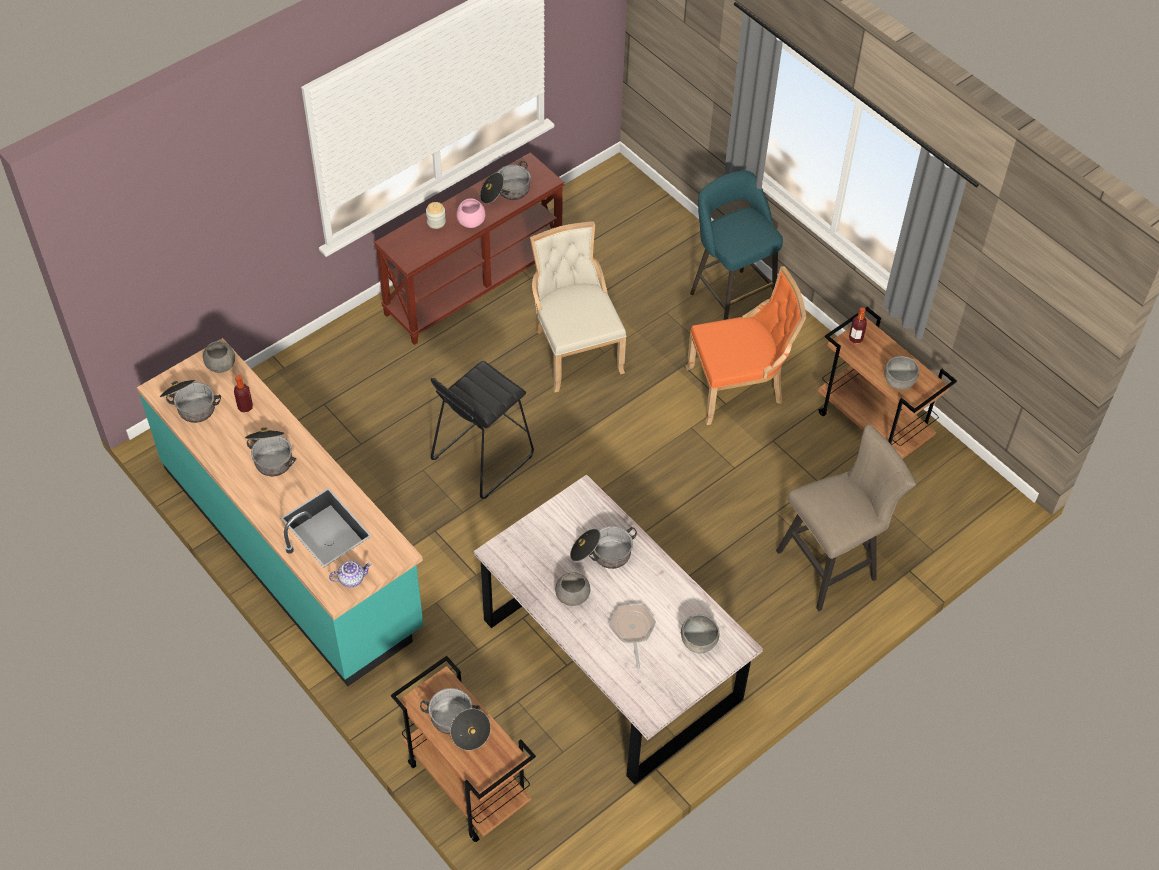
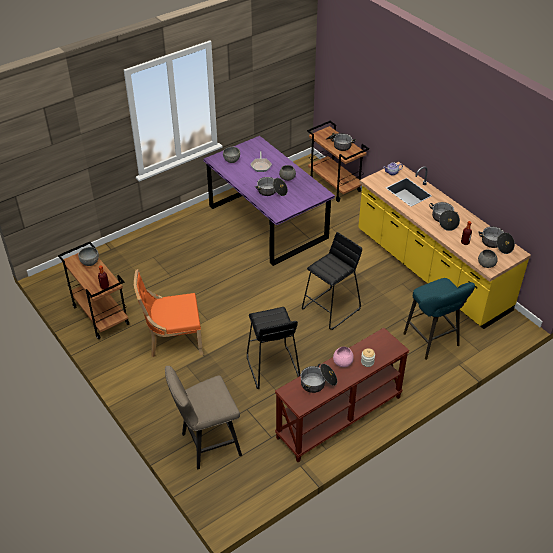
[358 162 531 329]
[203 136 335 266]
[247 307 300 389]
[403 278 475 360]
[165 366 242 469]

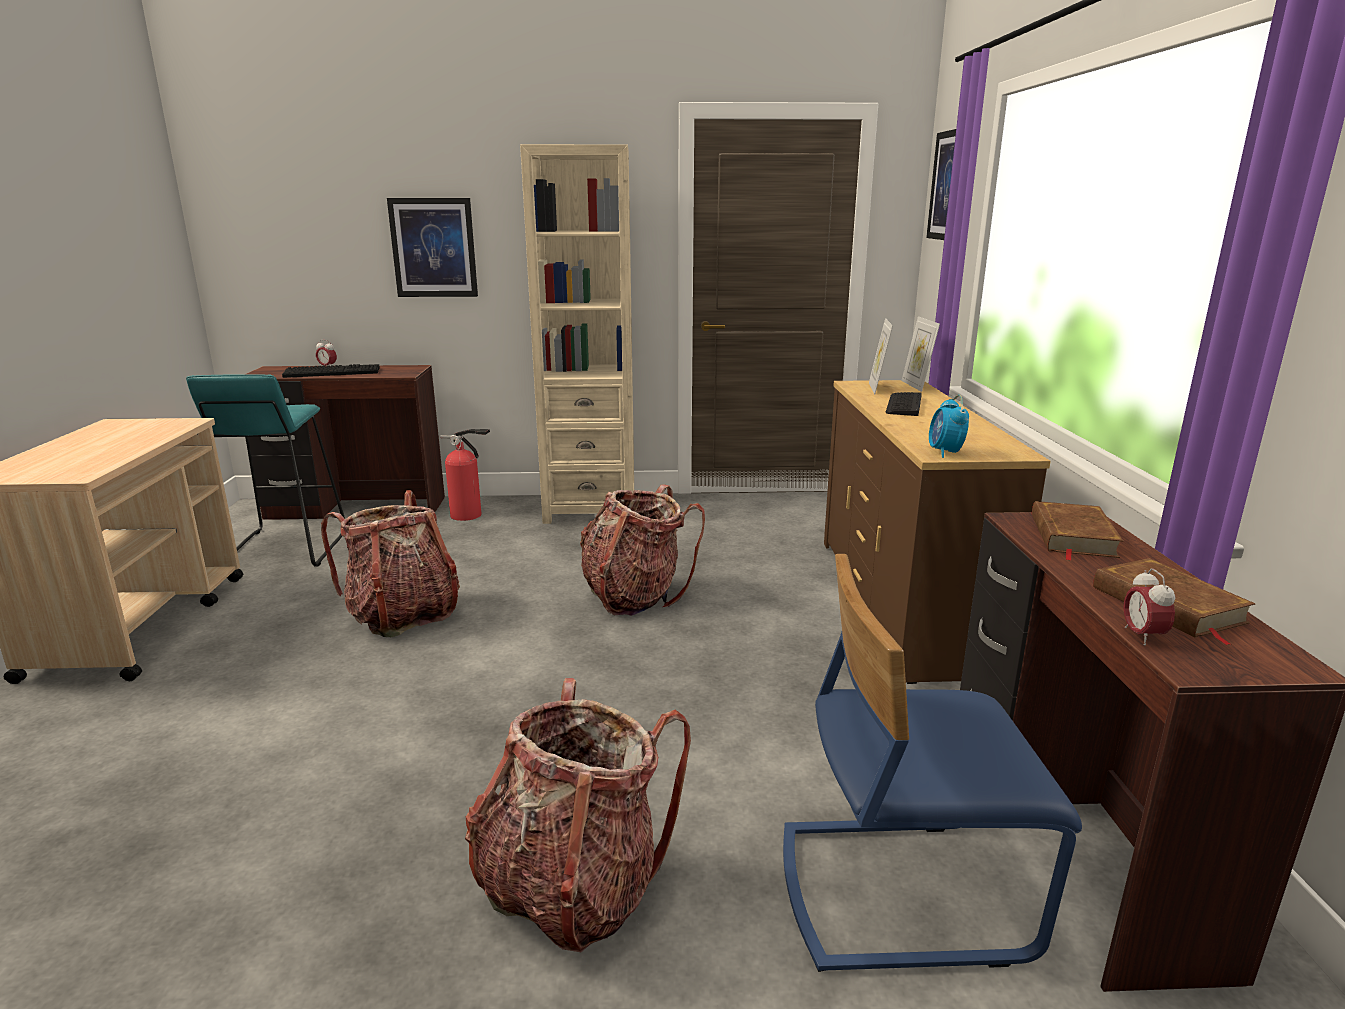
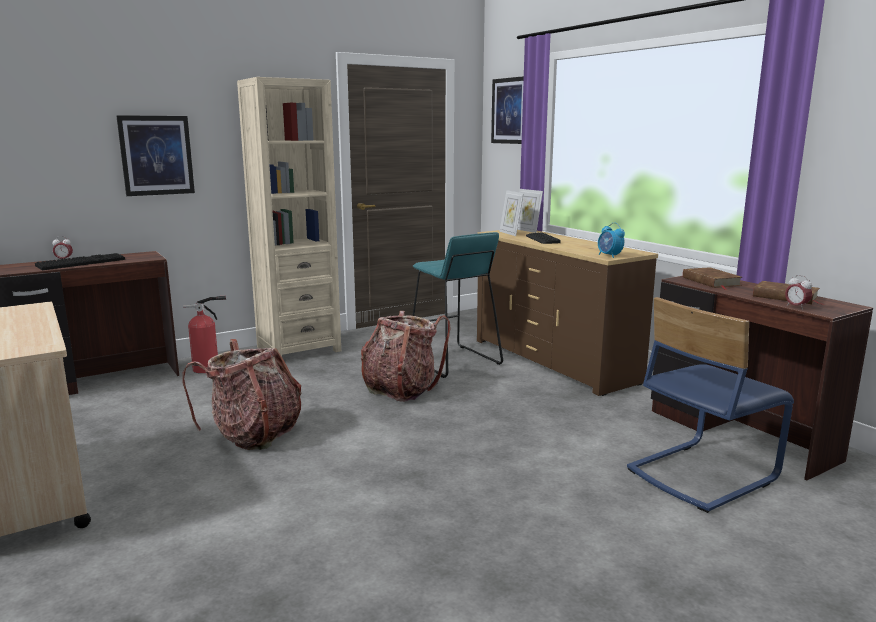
[412 232 503 378]
[465 678 691 952] (first image)

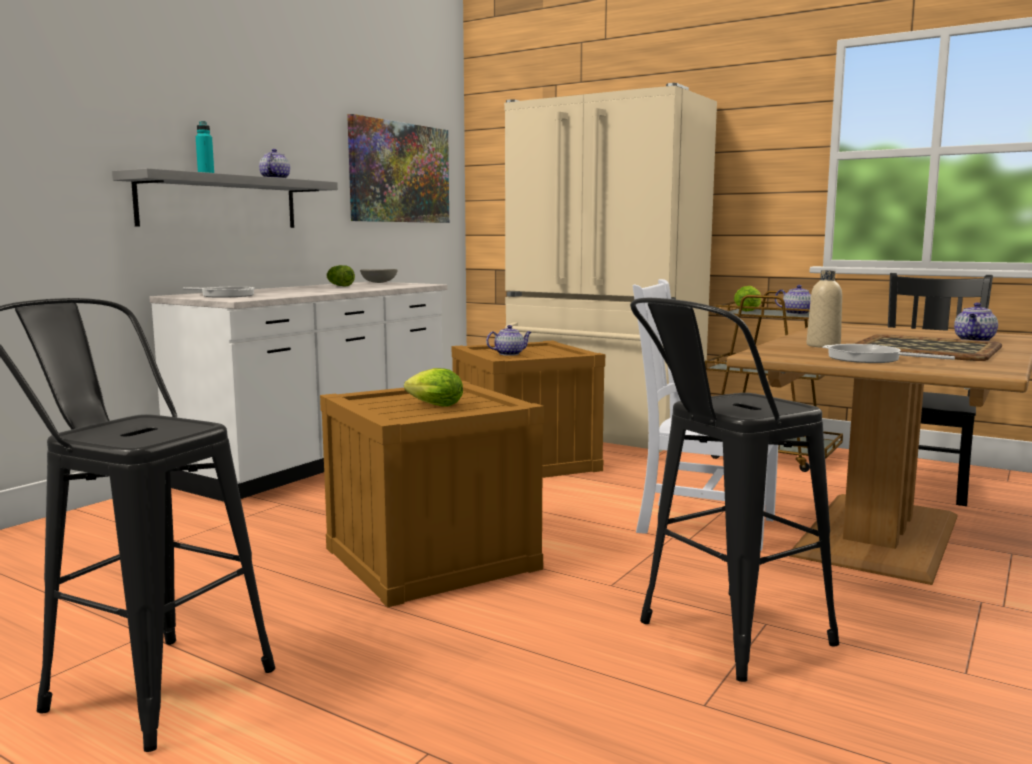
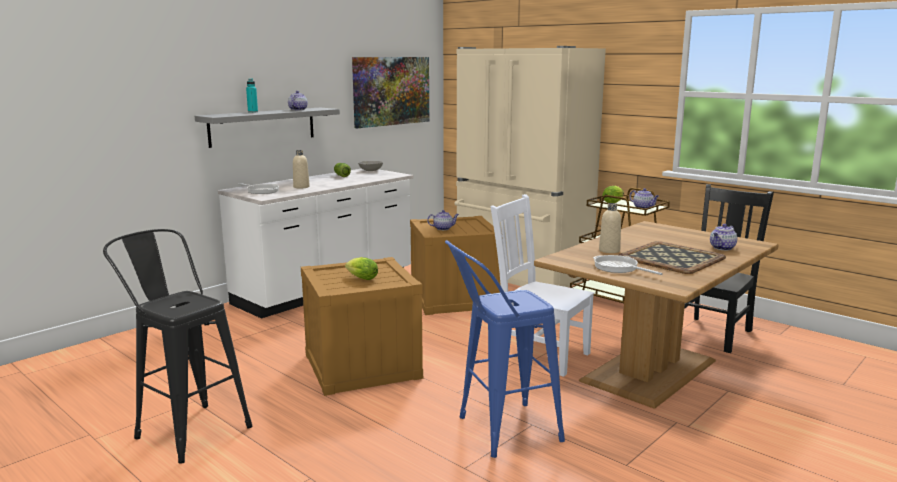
[445 240 565 458]
[293 150 310 189]

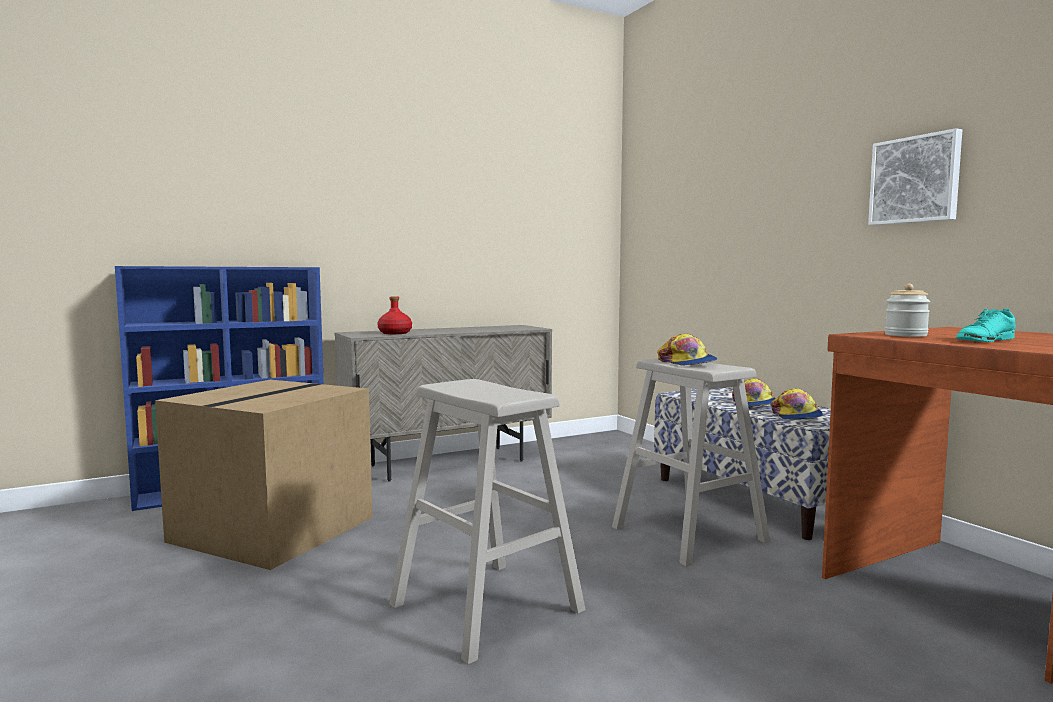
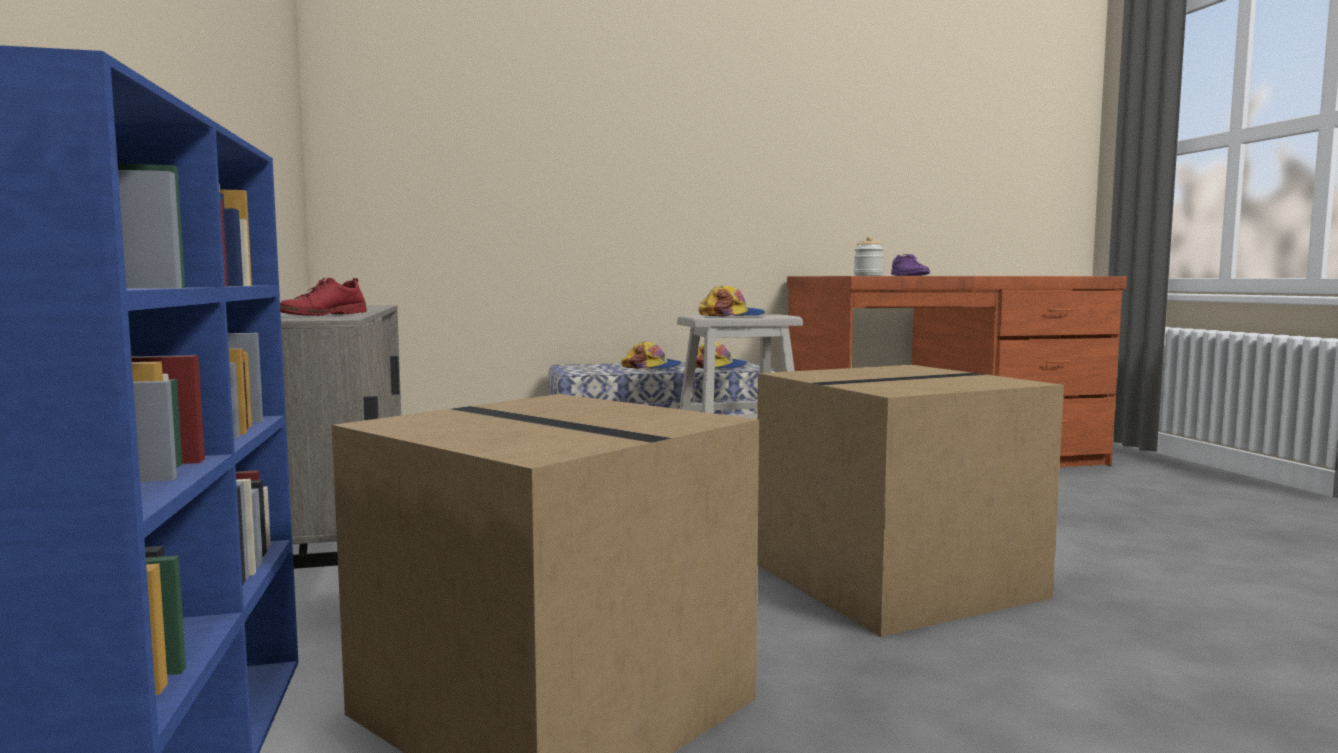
[280 278 367 316]
[757 365 1064 637]
[868 128 962 225] (first image)
[891 254 930 276]

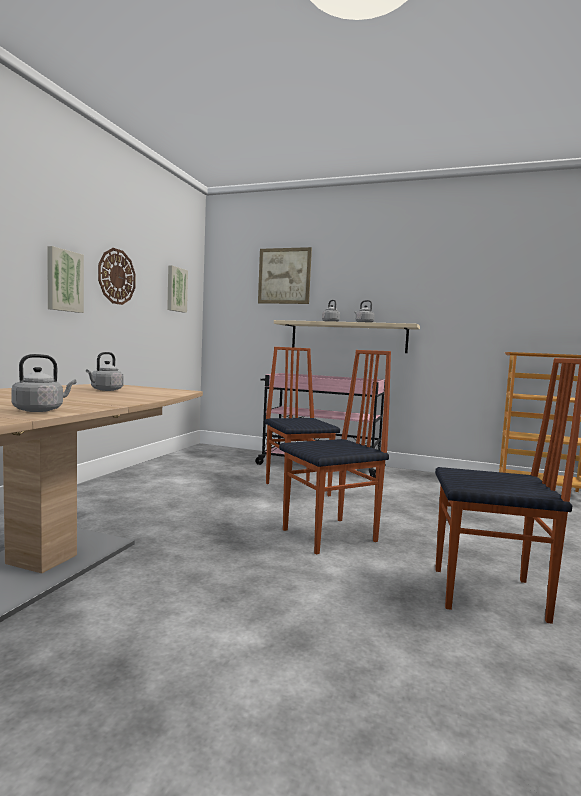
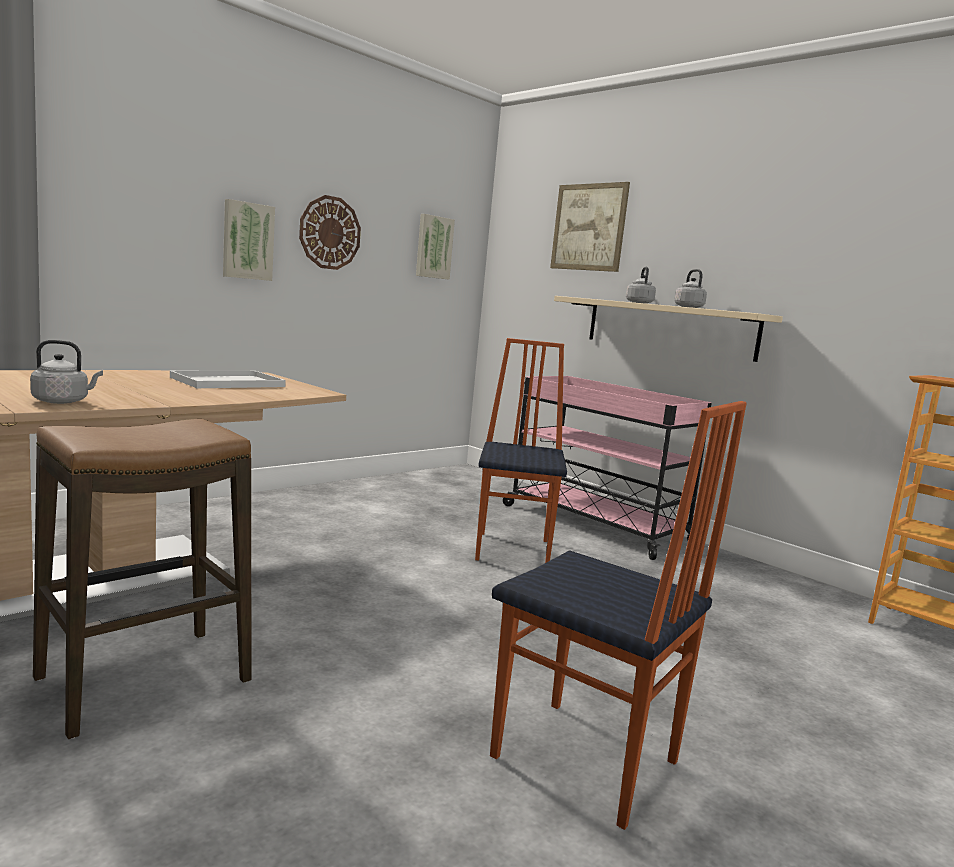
[170 371 286 388]
[279 350 391 554] (first image)
[33 419 251 739]

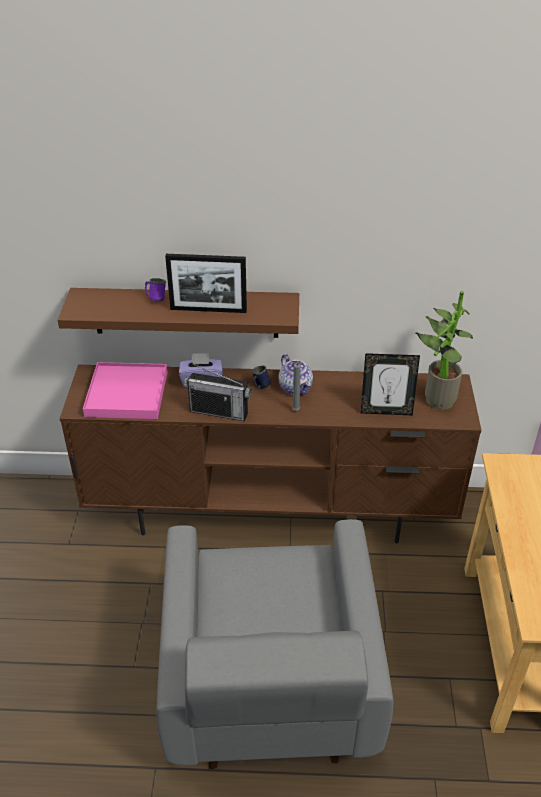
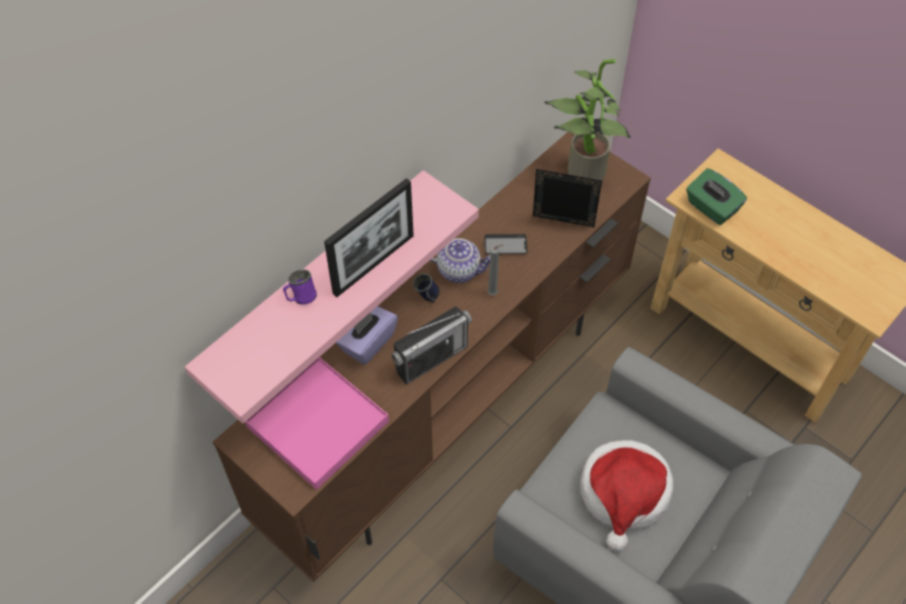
[185 170 479 424]
[533 169 602 227]
[484 234 528 254]
[580 440 673 552]
[686 168 747 225]

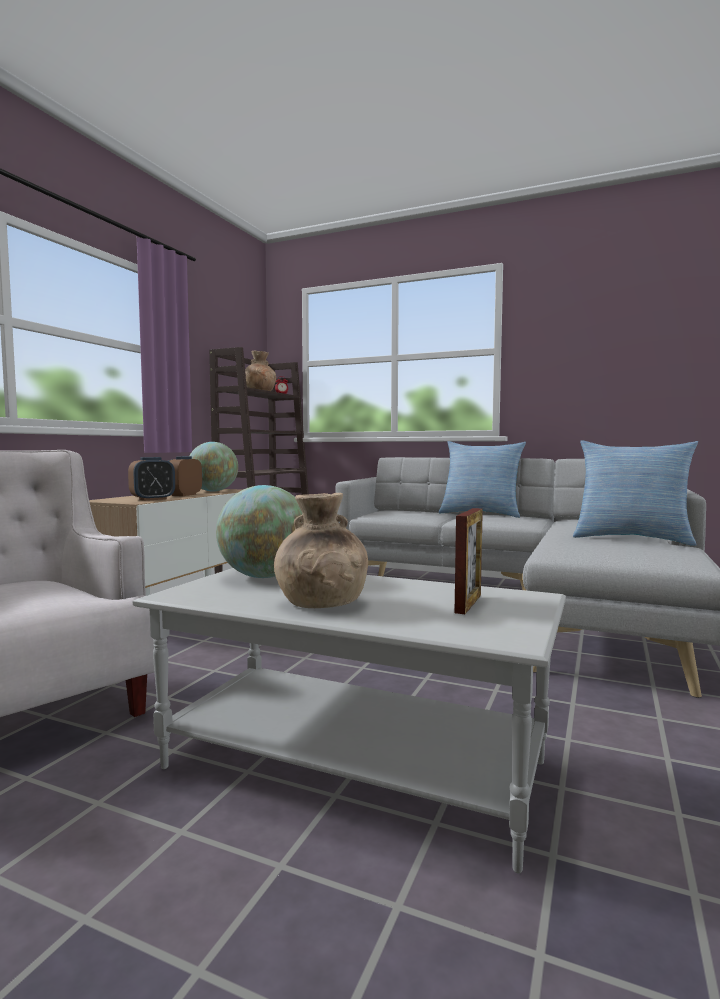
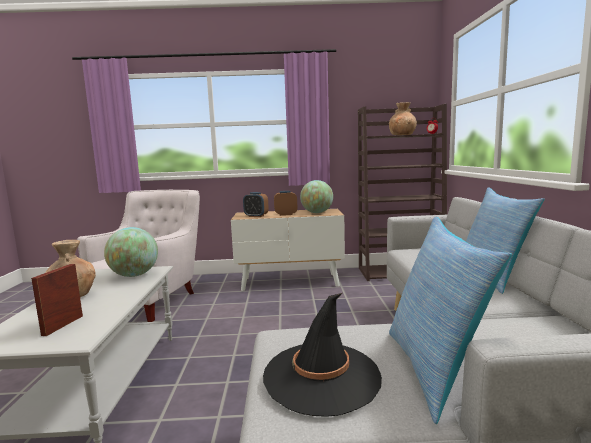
[31 264 83 336]
[263 293 382 417]

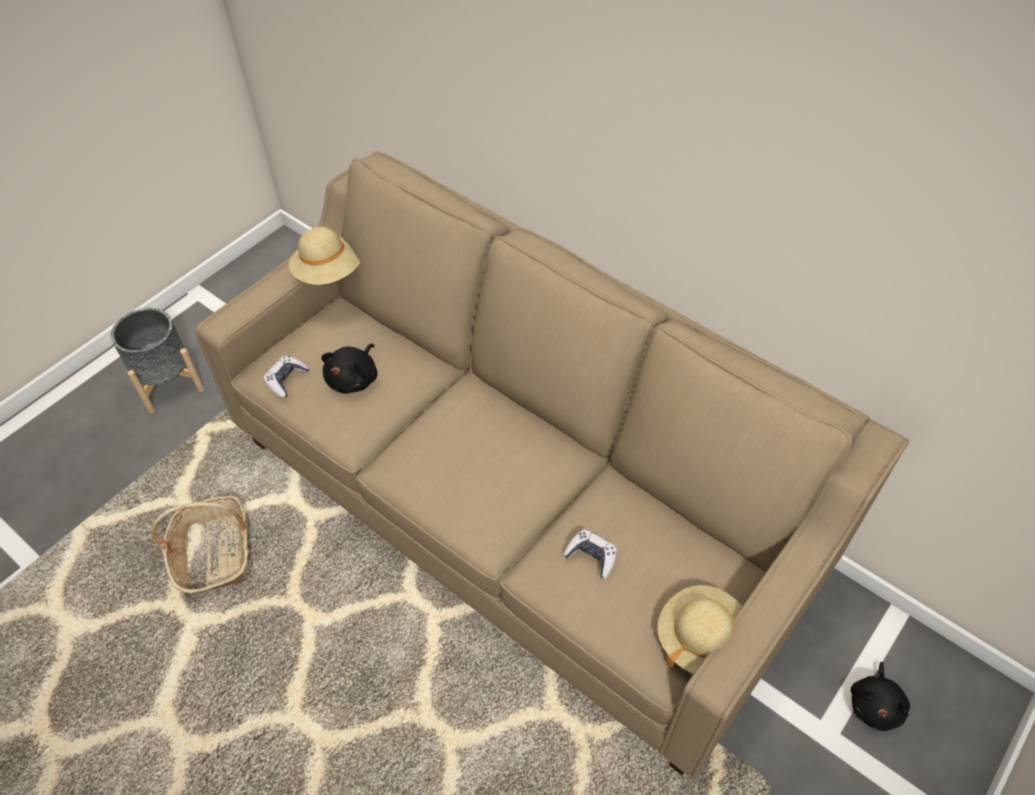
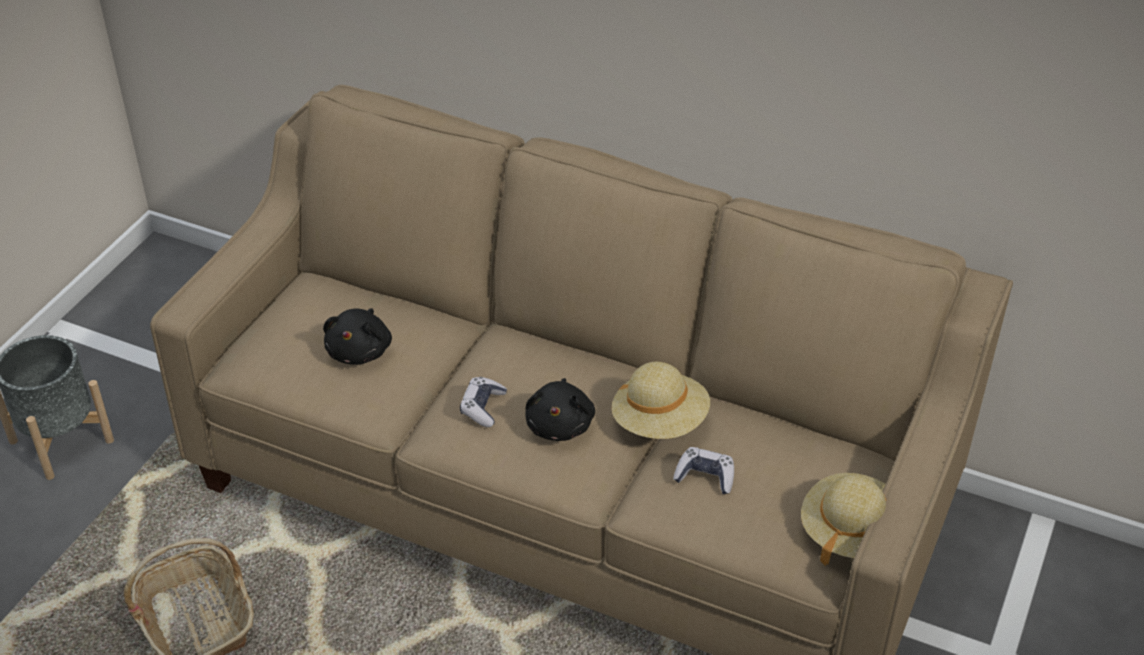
[460 377 507 427]
[611 362 710 439]
[525 378 595 441]

